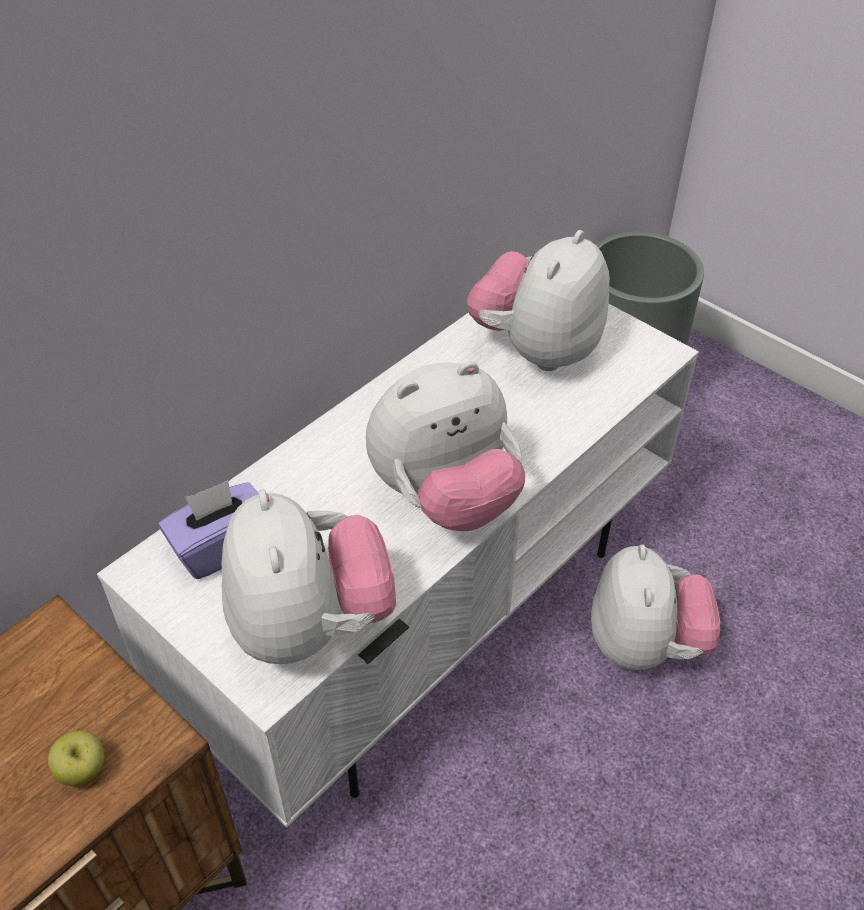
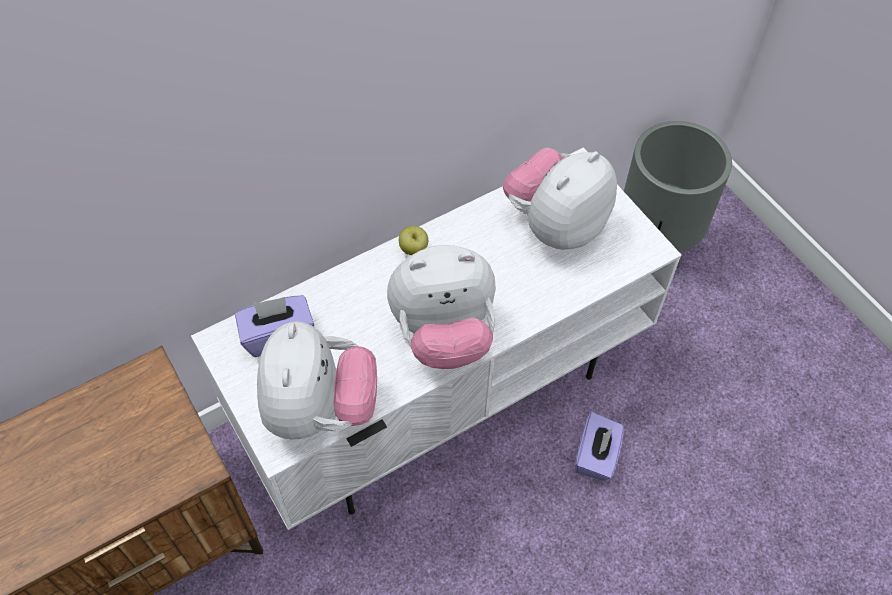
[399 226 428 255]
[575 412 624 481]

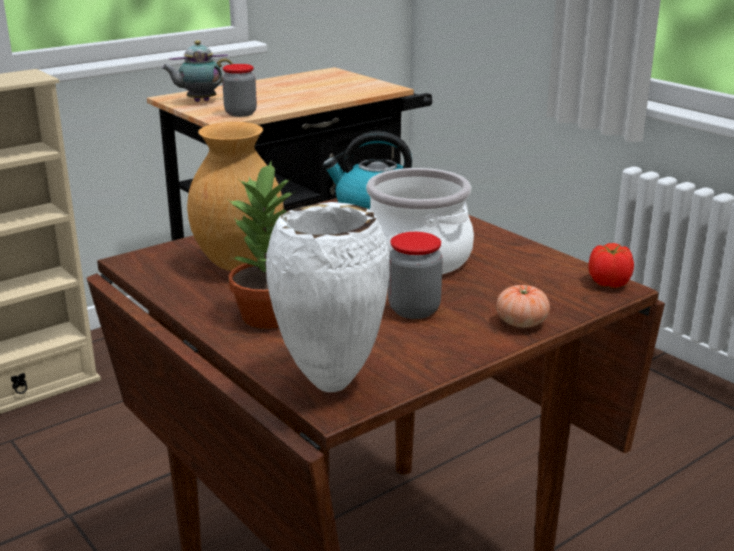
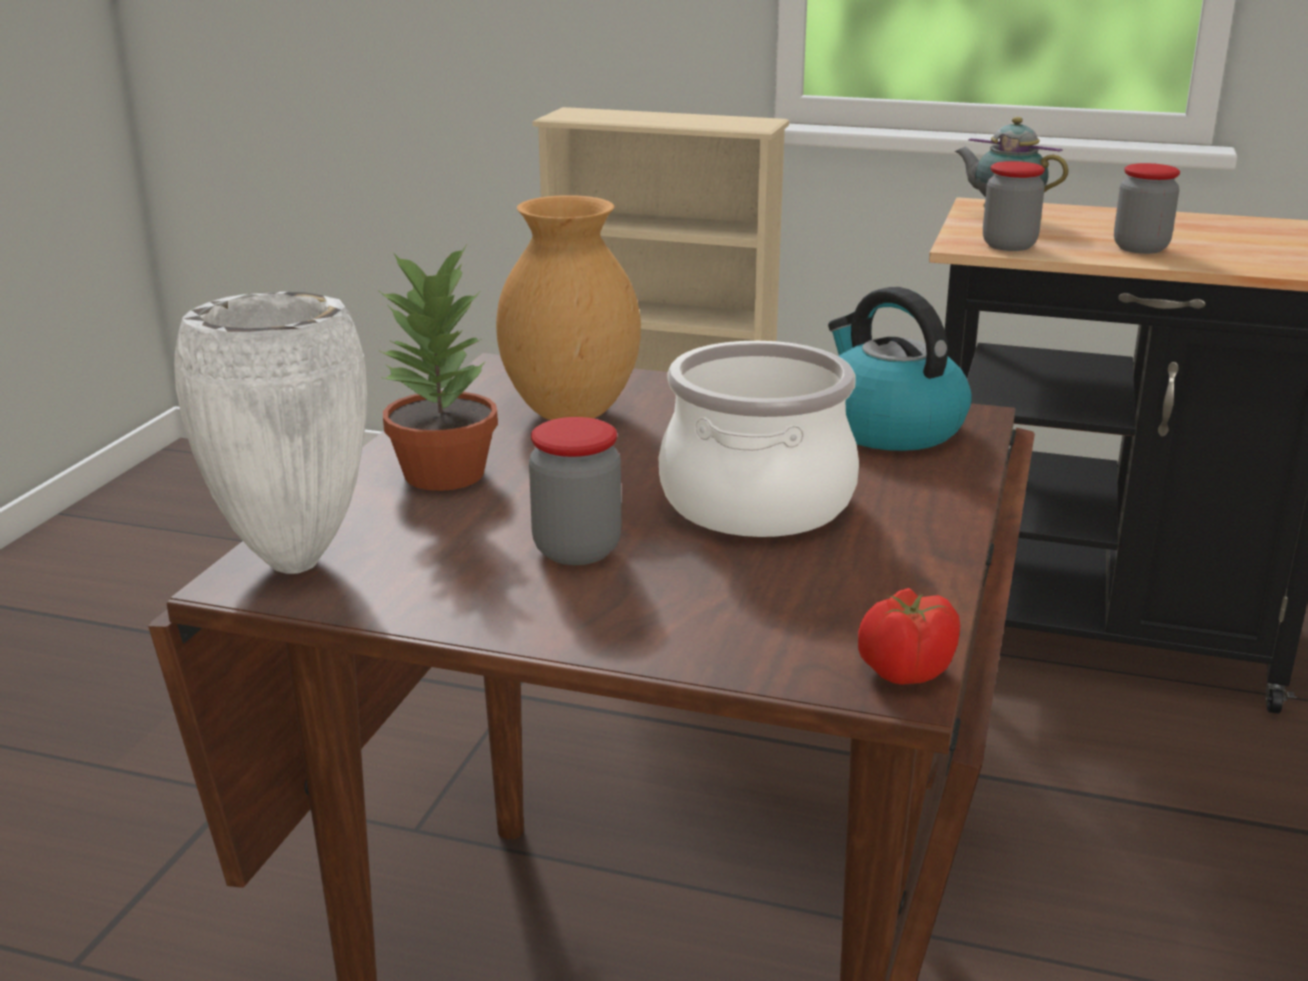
[496 285 550 328] (first image)
[1114 163 1180 254]

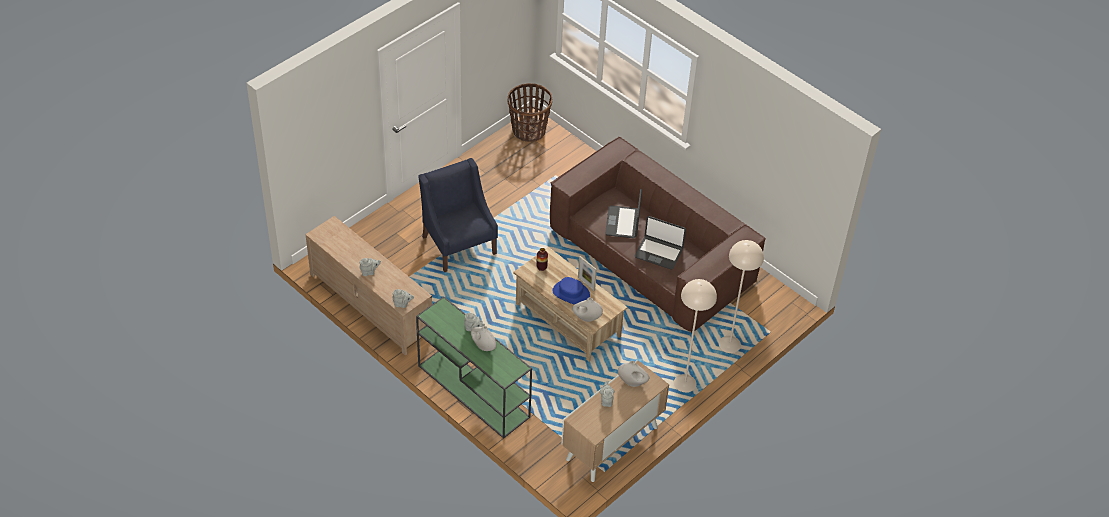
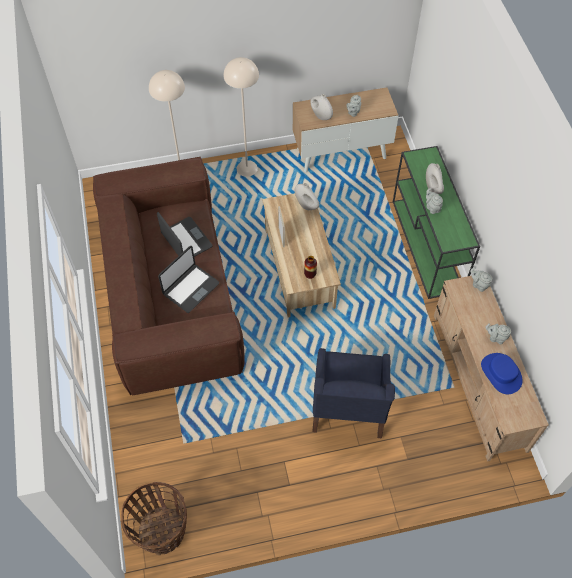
[481 353 522 394]

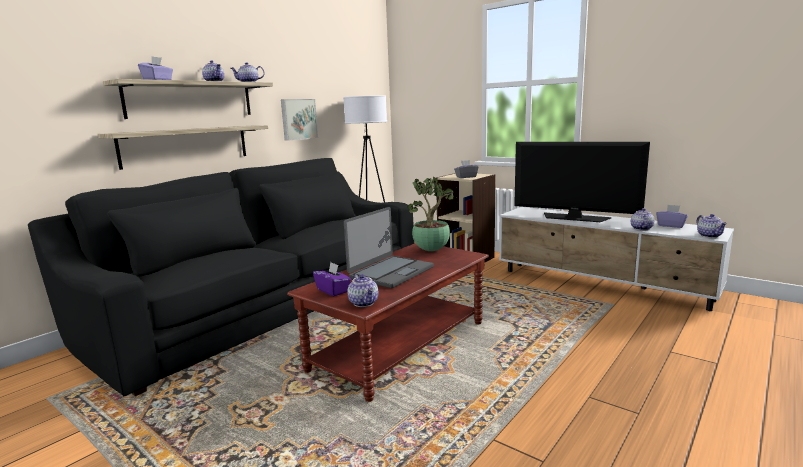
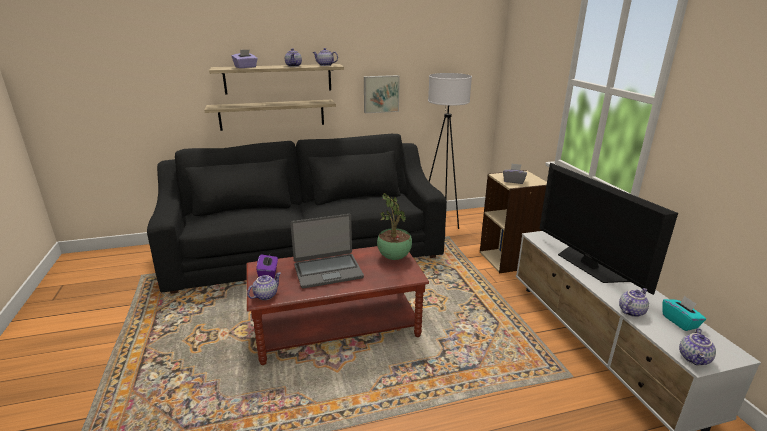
[247 272 281 300]
[662 295 706 331]

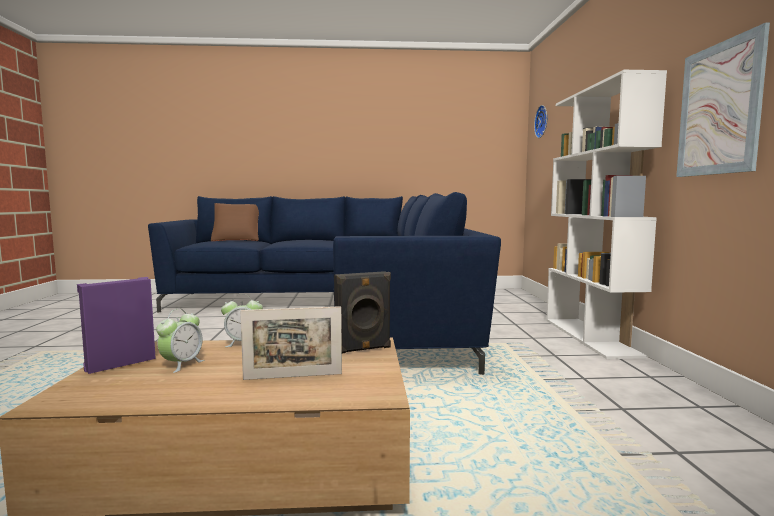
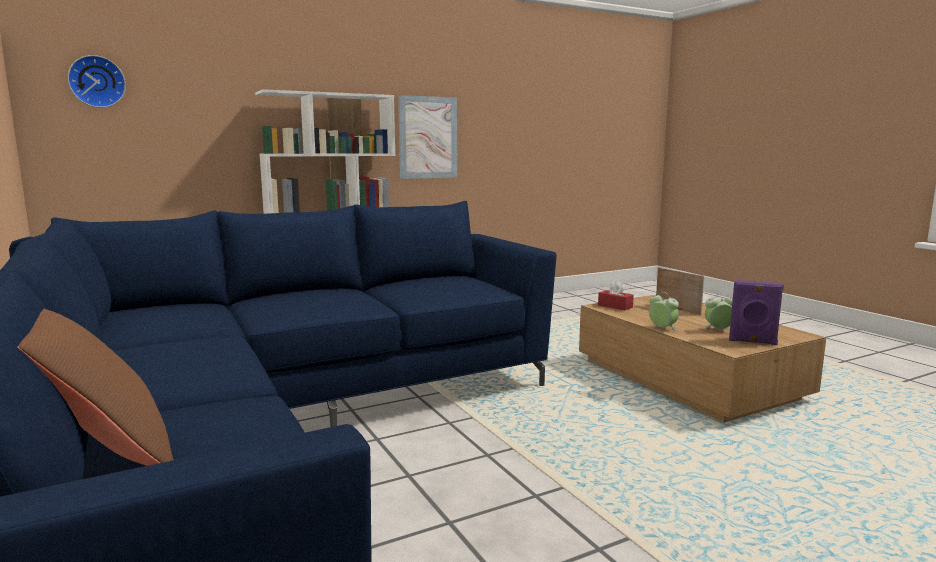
[598 281 634 310]

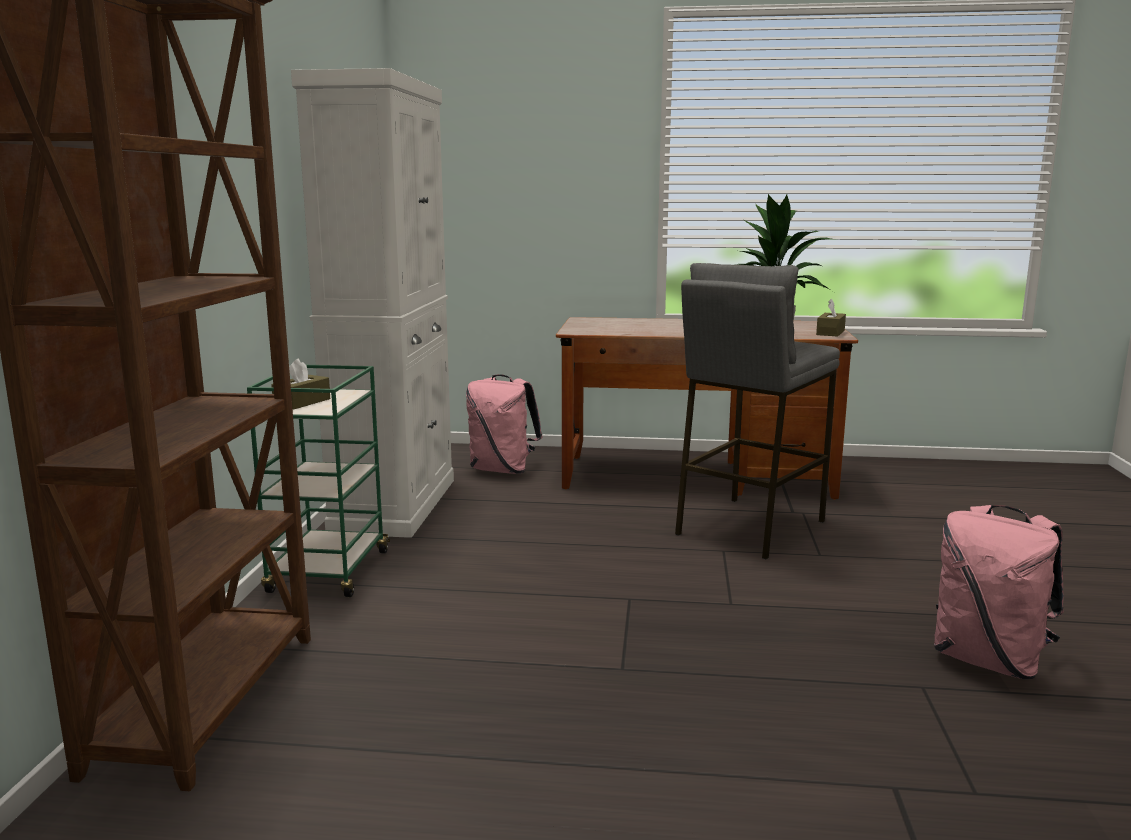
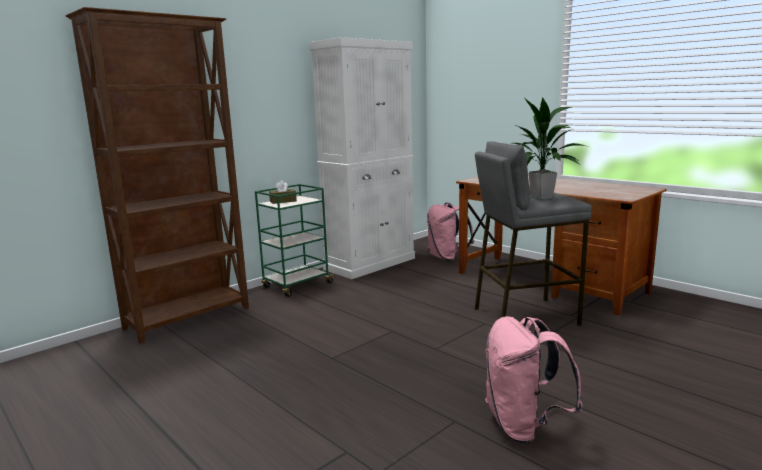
[816 299 846 337] (first image)

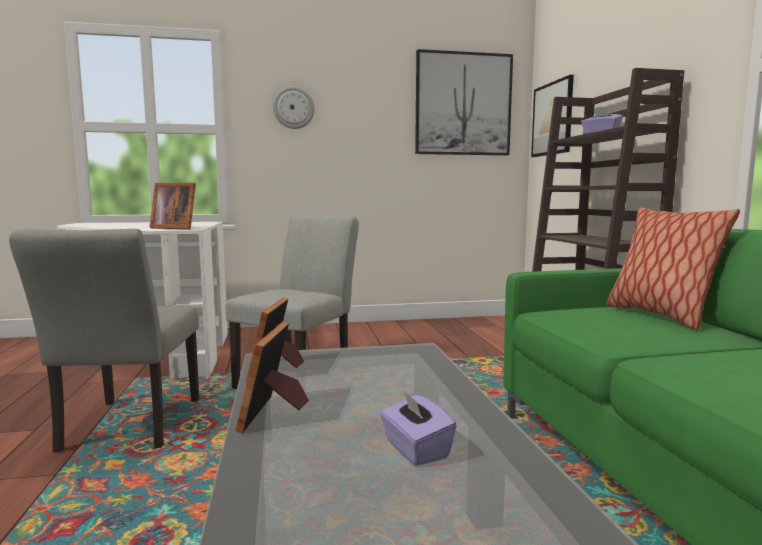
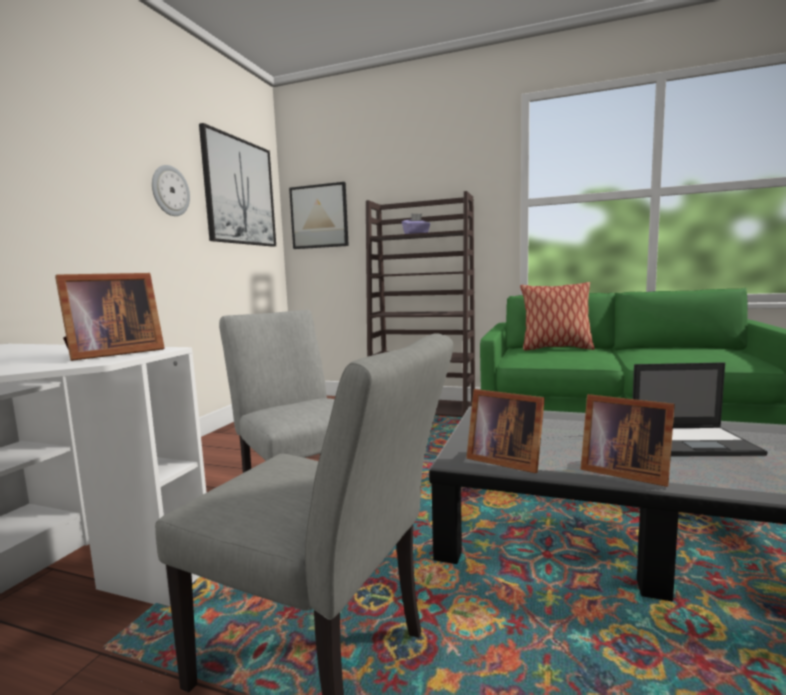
[152 165 190 216]
[633 362 768 456]

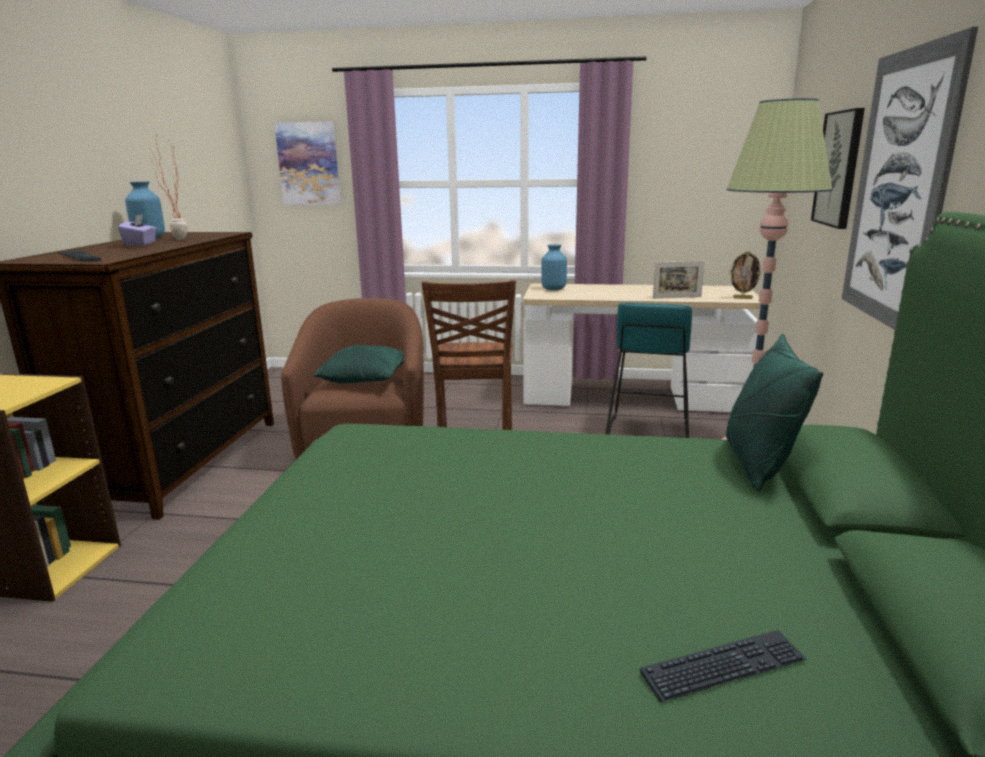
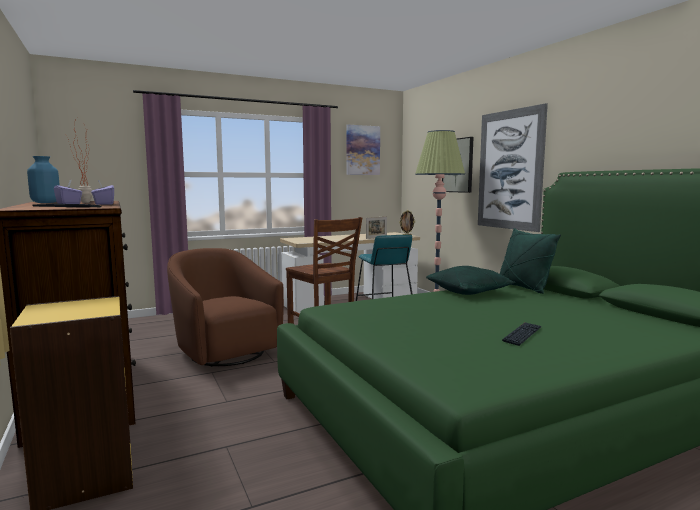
[347 125 380 175]
[426 266 516 295]
[541 244 567 290] (first image)
[502 322 542 346]
[91 180 114 205]

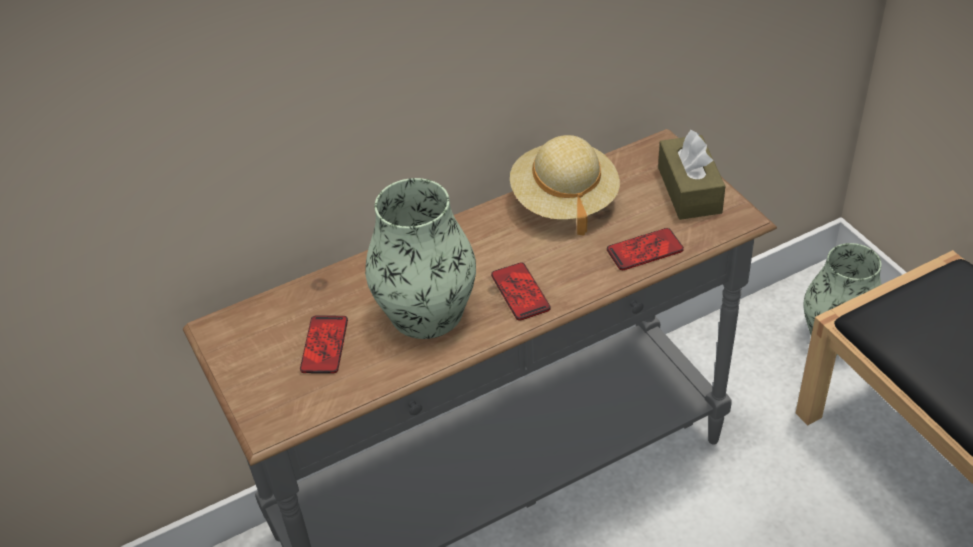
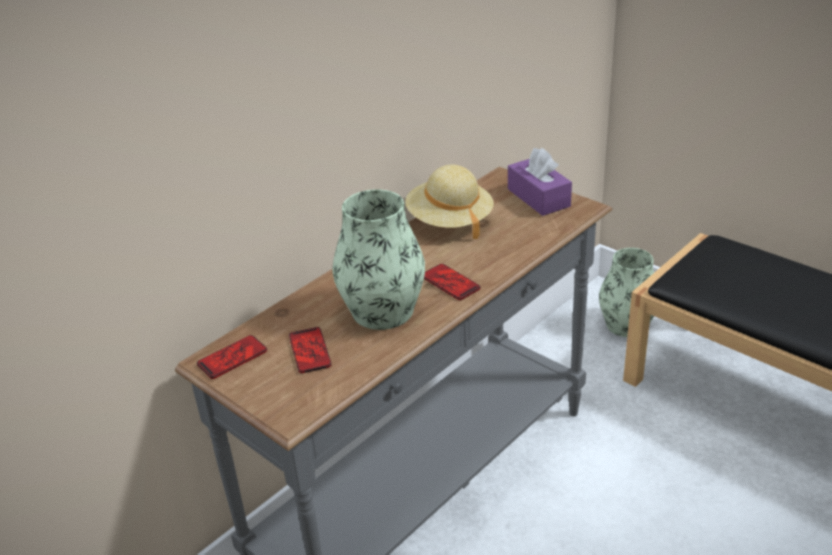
[197 335 267 379]
[508 148 572 216]

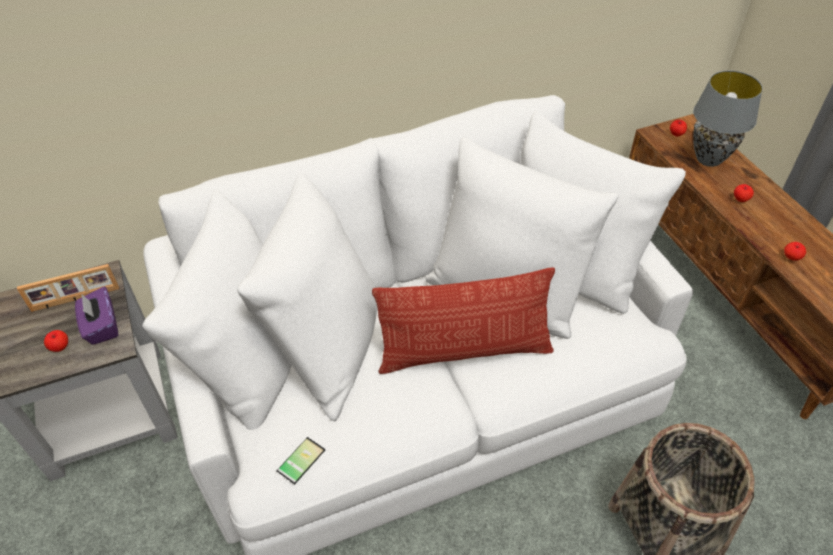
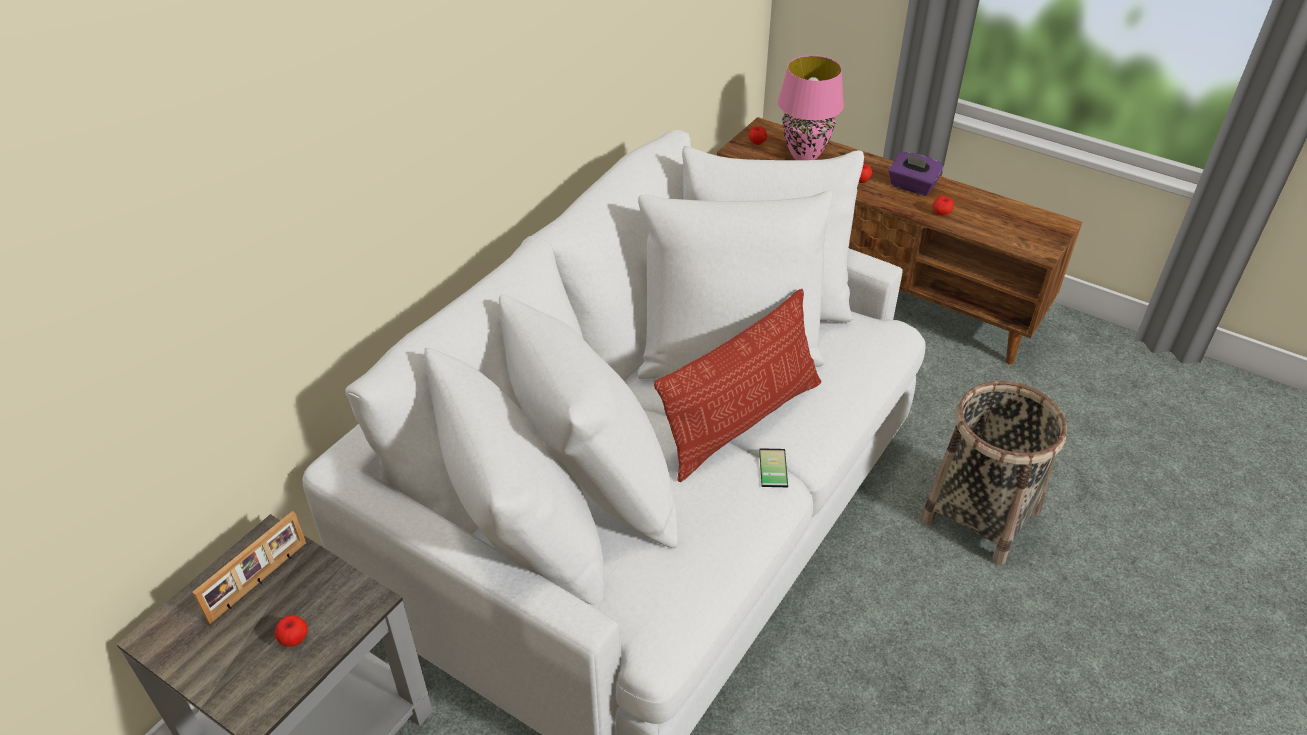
[889 152 944 196]
[759 448 788 487]
[778 55 844 160]

